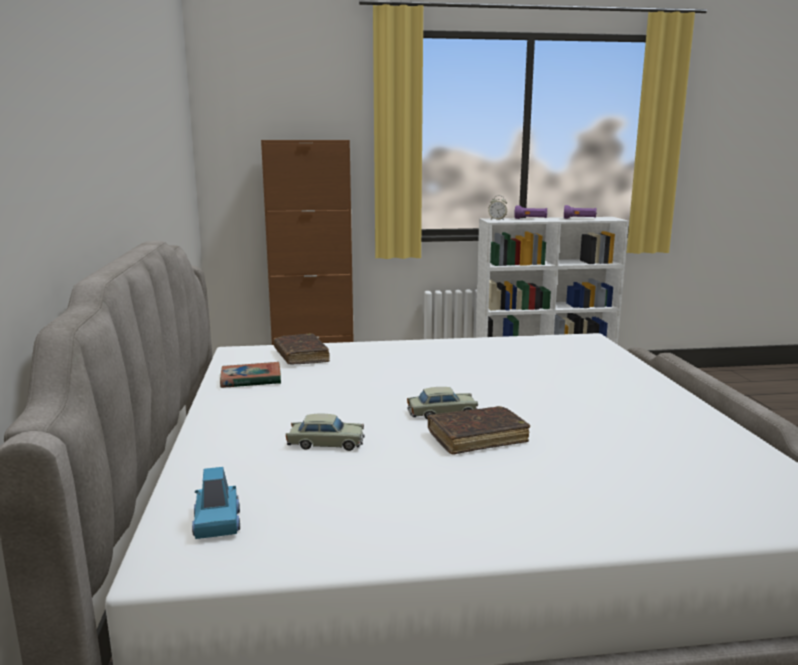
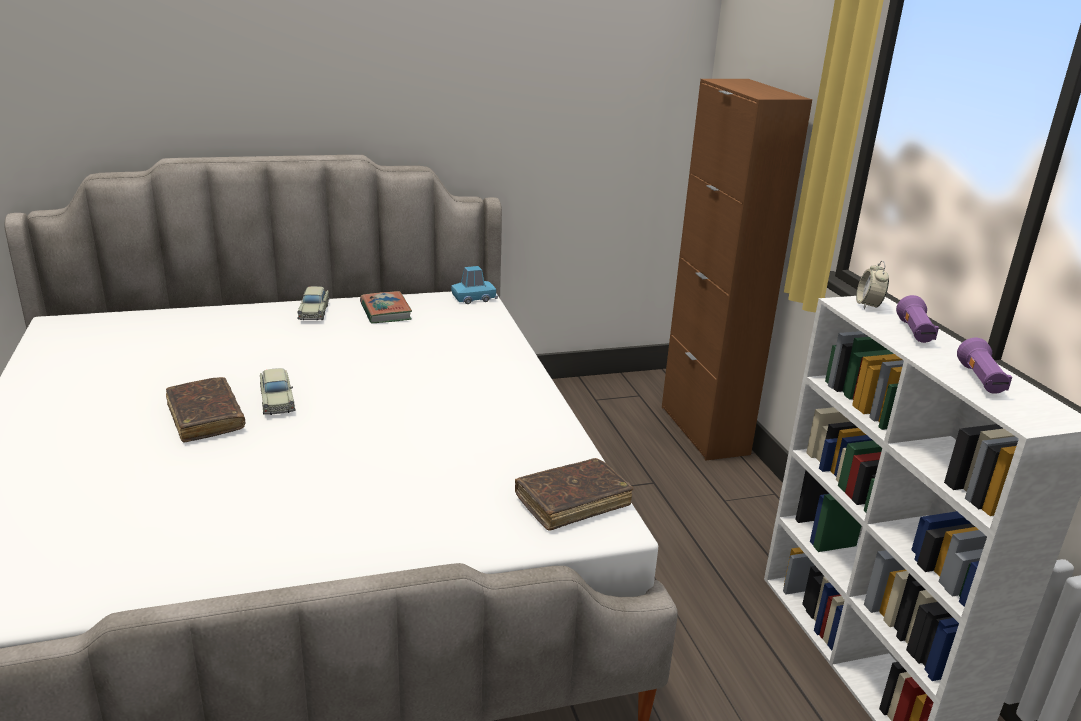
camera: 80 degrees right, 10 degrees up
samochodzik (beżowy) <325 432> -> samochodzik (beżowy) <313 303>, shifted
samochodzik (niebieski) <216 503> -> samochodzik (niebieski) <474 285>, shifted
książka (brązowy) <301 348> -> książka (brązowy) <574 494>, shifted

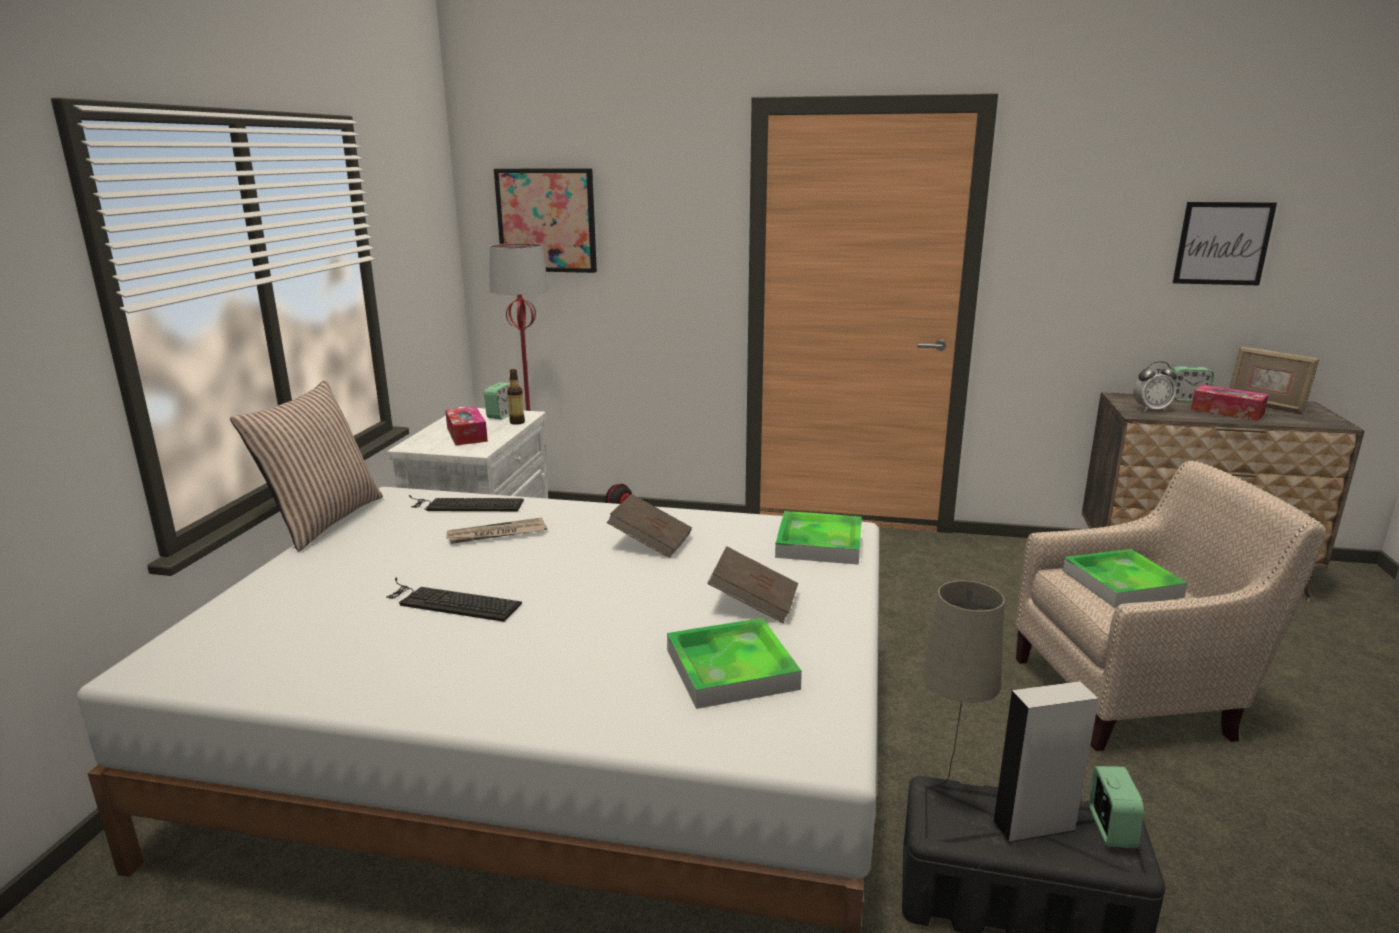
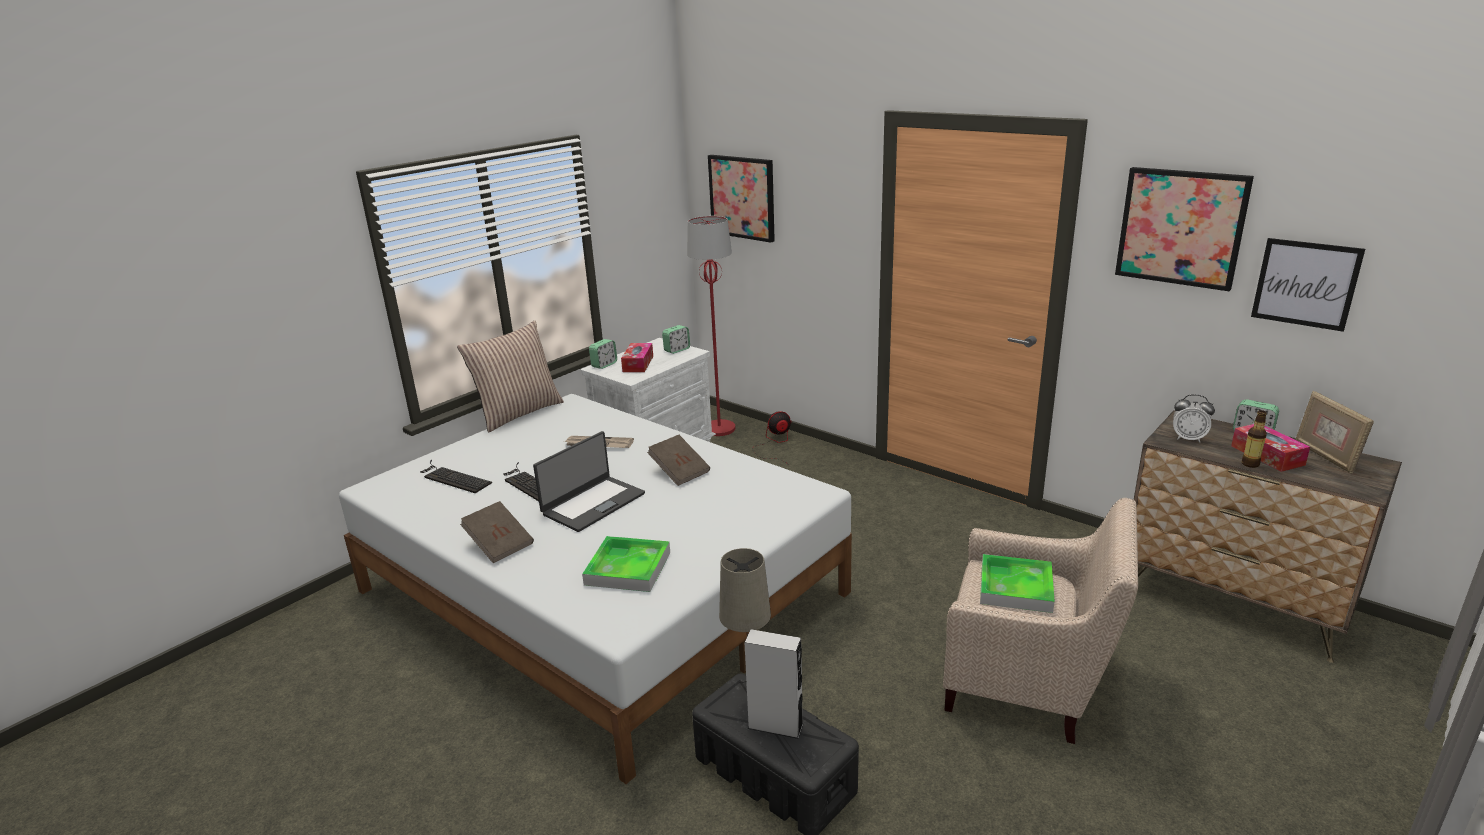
camera: 30 degrees right, 5 degrees up
klawiatura <466 503> -> klawiatura <456 476>, shifted
książka (brązowy) <752 584> -> książka (brązowy) <497 532>, shifted
none -> laptop <589 481>
budzik <1116 807> -> budzik <603 354>, shifted
none -> obraz <1184 229>
butelka <516 397> -> butelka <1254 439>, shifted
taca <818 538> -> none

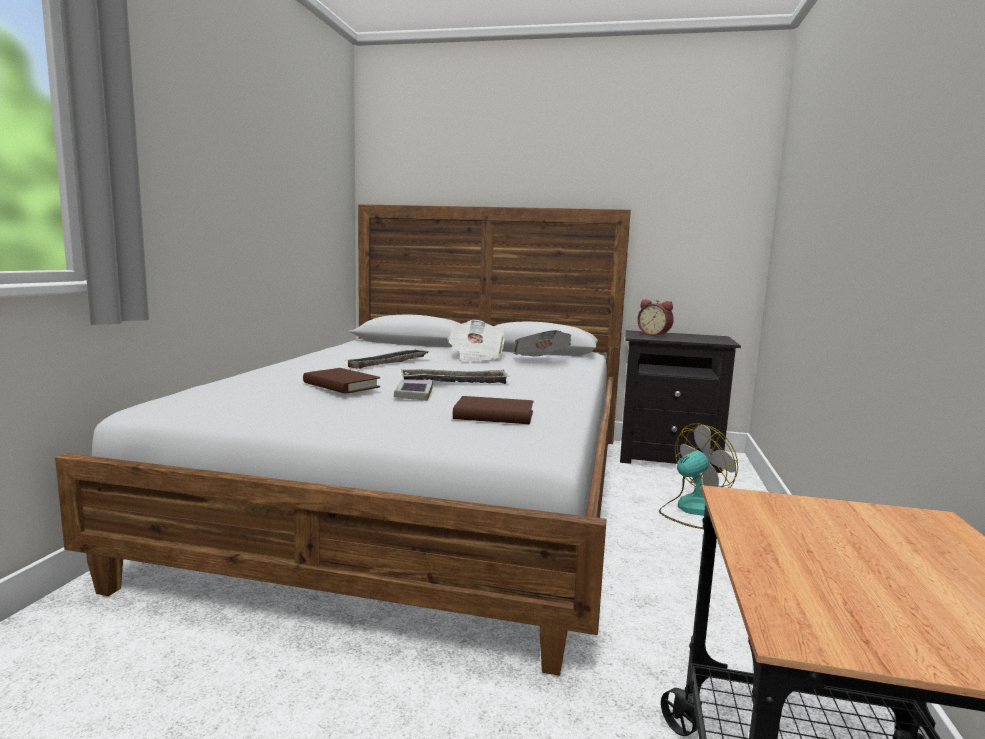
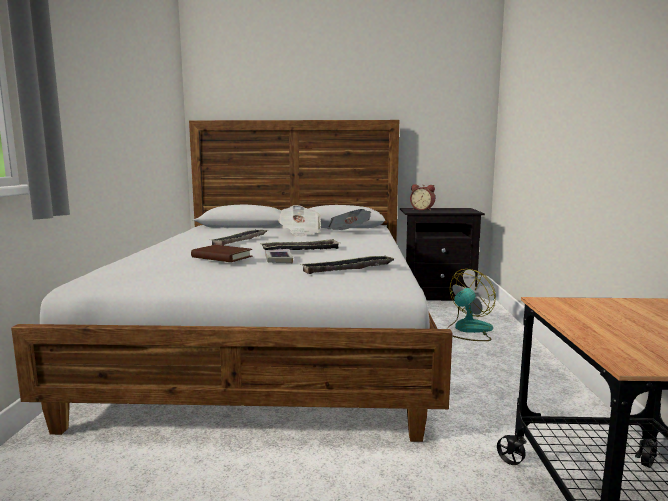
camera: 10 degrees left, 0 degrees up
książka (brązowy) <493 410> -> taca <348 264>

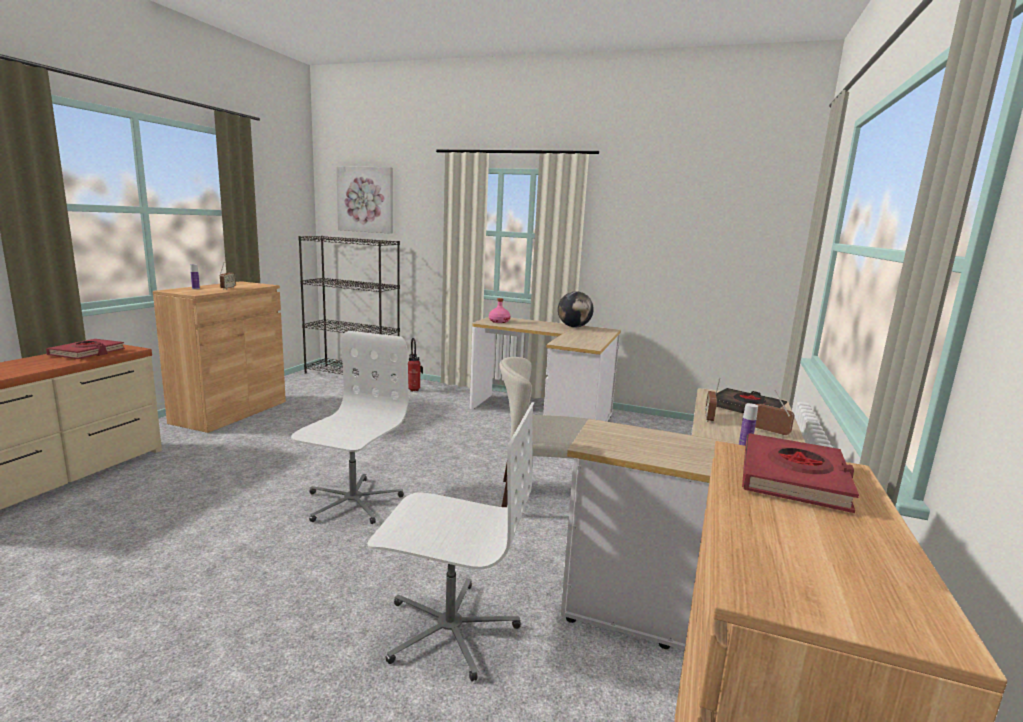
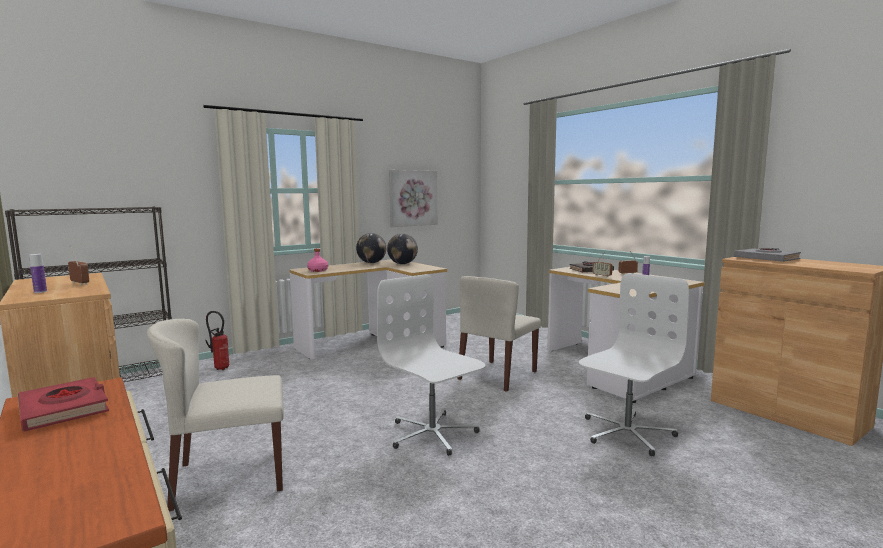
camera: 55 degrees left, 5 degrees down
none -> krzesło (beżowy) <215 415>
none -> globus <402 249>
obraz <364 200> -> obraz <413 198>, shifted
książka (czerwony) <800 473> -> książka (szary) <767 255>

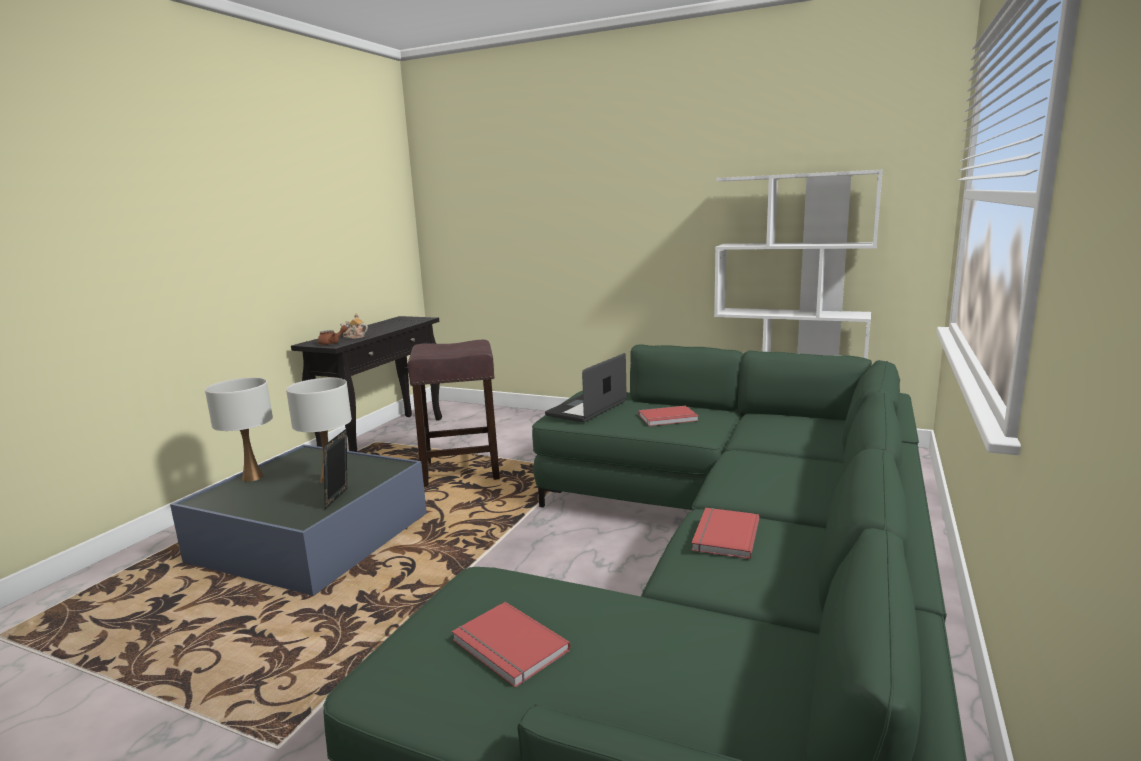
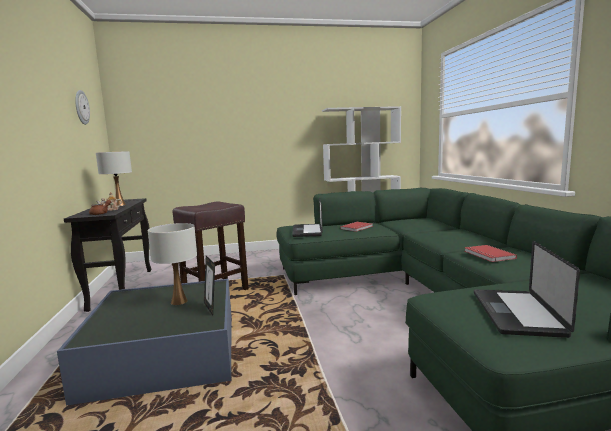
camera: 35 degrees left, 5 degrees down
none -> zegar ścienny <82 107>
lampa stołowa (biały) <239 430> -> lampa stołowa (biały) <114 178>, shifted
książka (czerwony) <511 644> -> laptop <527 289>

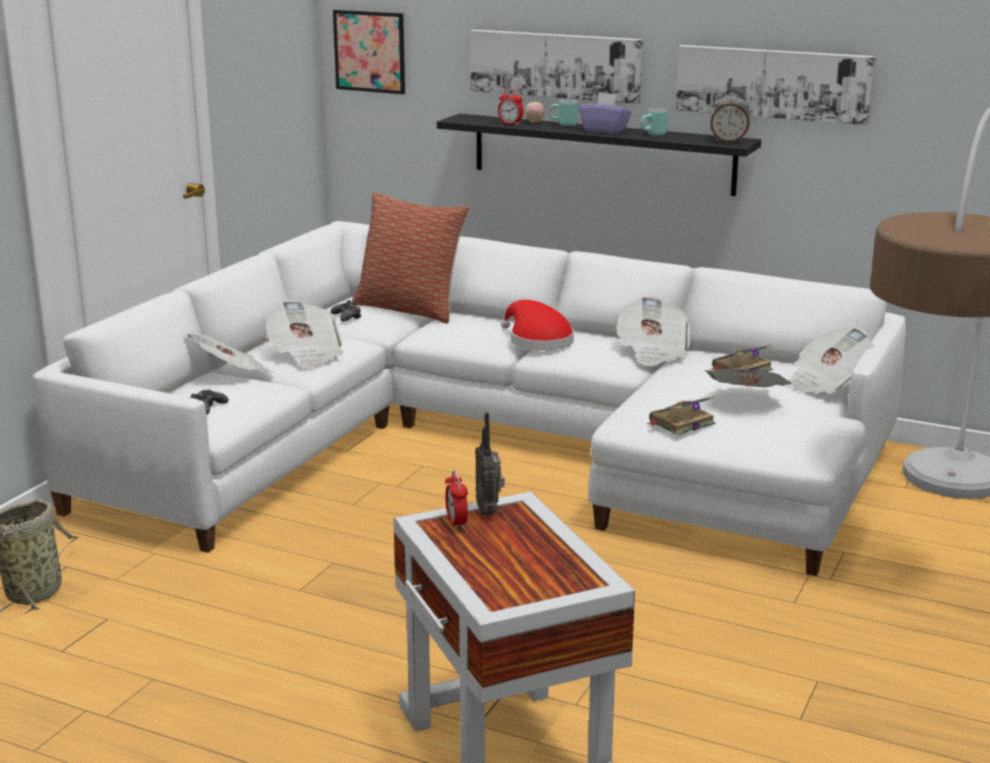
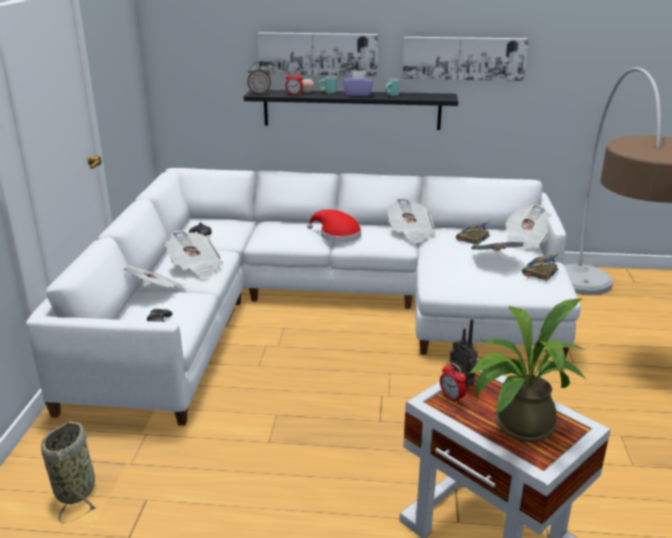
camera: 20 degrees left, 5 degrees up
budzik <730 117> -> budzik <259 78>, shifted
none -> roślina doniczkowa <527 370>
książka <681 415> -> książka <540 267>, shifted
obraz <369 52> -> none
poduszka <410 257> -> none

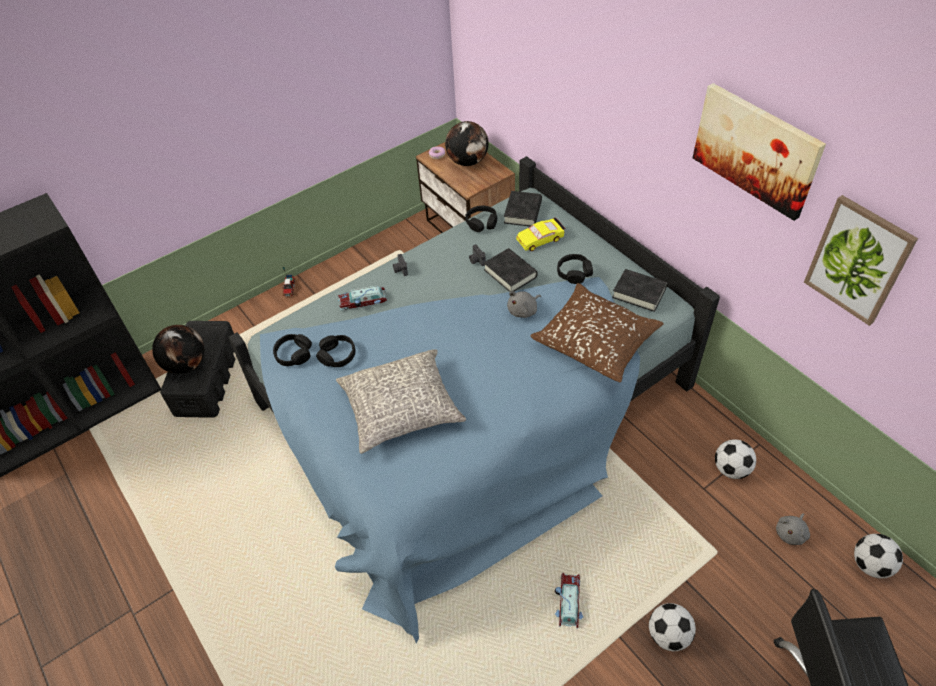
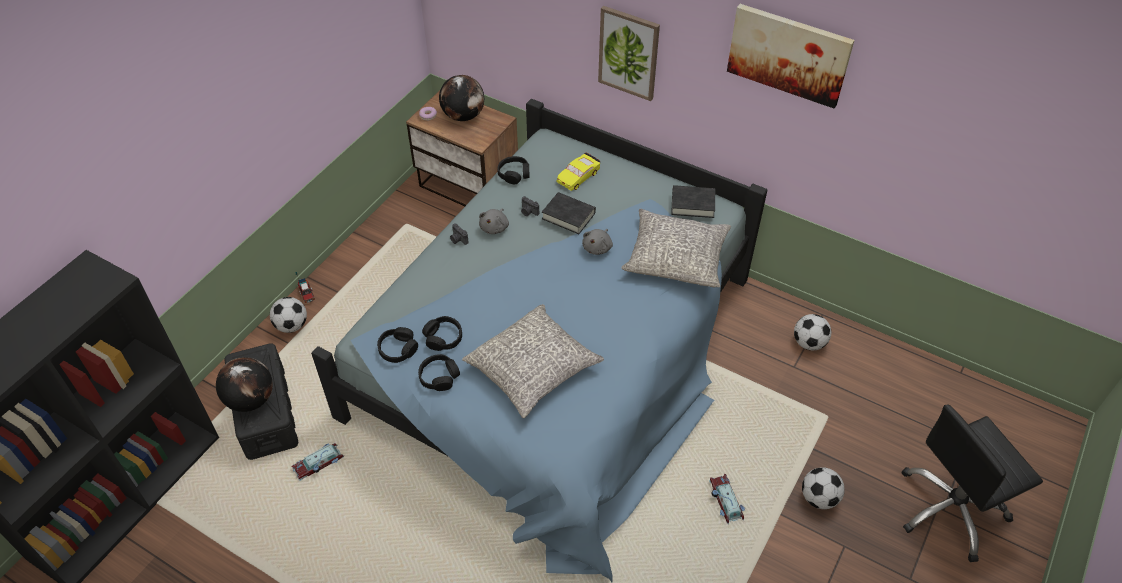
camera: 25 degrees left, 0 degrees up
piłka futbolowa <878 556> -> piłka futbolowa <288 315>, shifted
samochodzik <363 297> -> samochodzik <317 462>, shifted
słuchawki (czarny) <575 269> -> słuchawki (czarny) <439 372>, shifted
pluszak (szary) <793 529> -> pluszak (szary) <494 221>, shifted
obraz <861 260> -> obraz <629 53>, shifted
poduszka (brązowy) <597 332> -> poduszka (szary) <676 248>
książka (czarny) <523 209> -> none

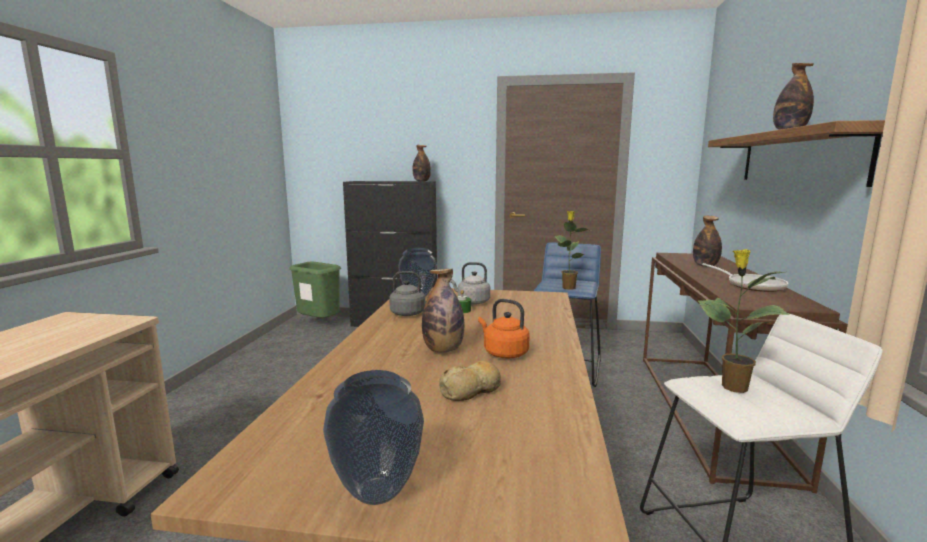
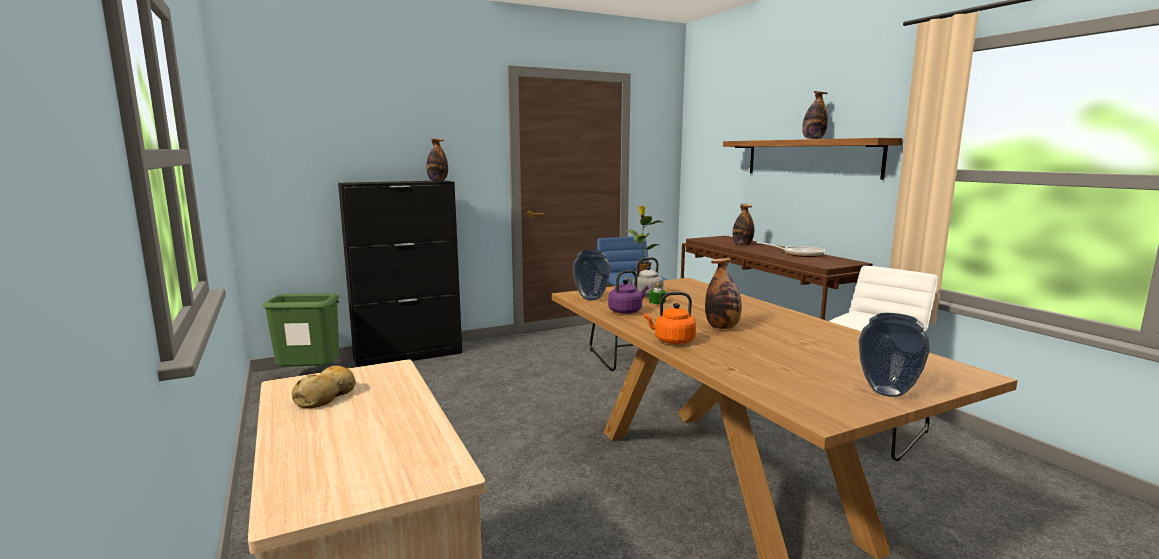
camera: 35 degrees left, 0 degrees up
chleb <470 380> -> chleb <324 387>, shifted
czajnik (szary) <409 293> -> czajnik (fioletowy) <628 292>
czajnik (pomarańczowy) <504 329> -> czajnik (pomarańczowy) <670 318>, shifted
roślina doniczkowa <744 321> -> none

